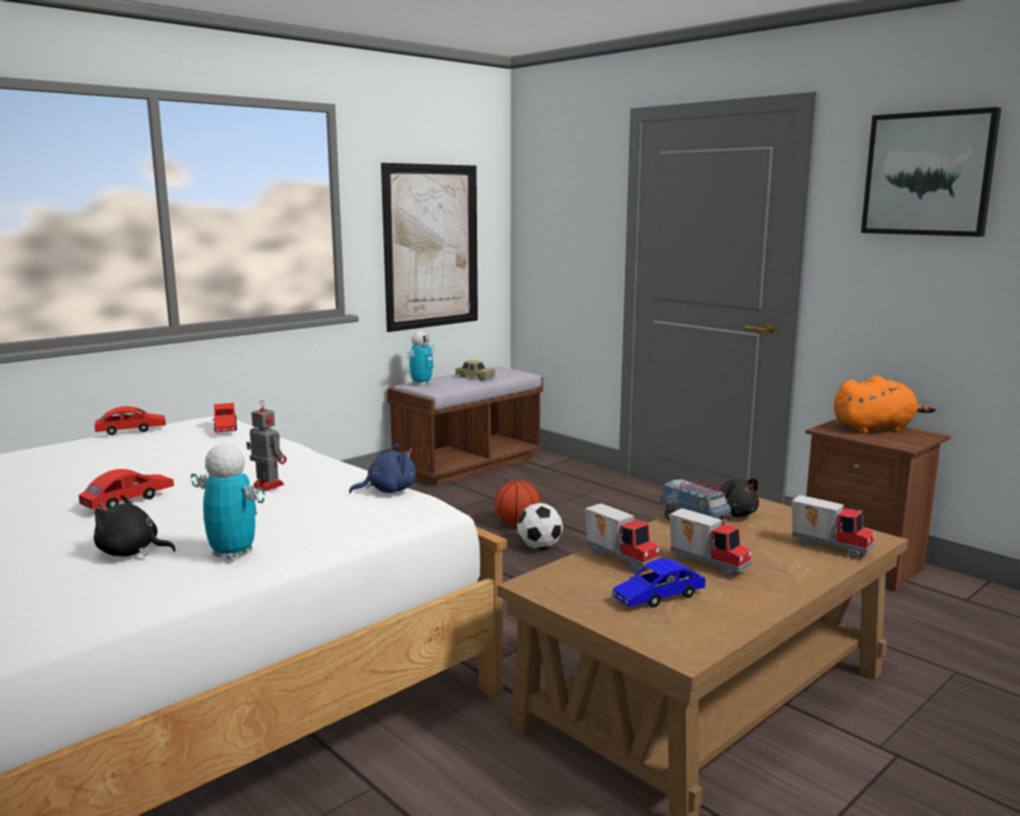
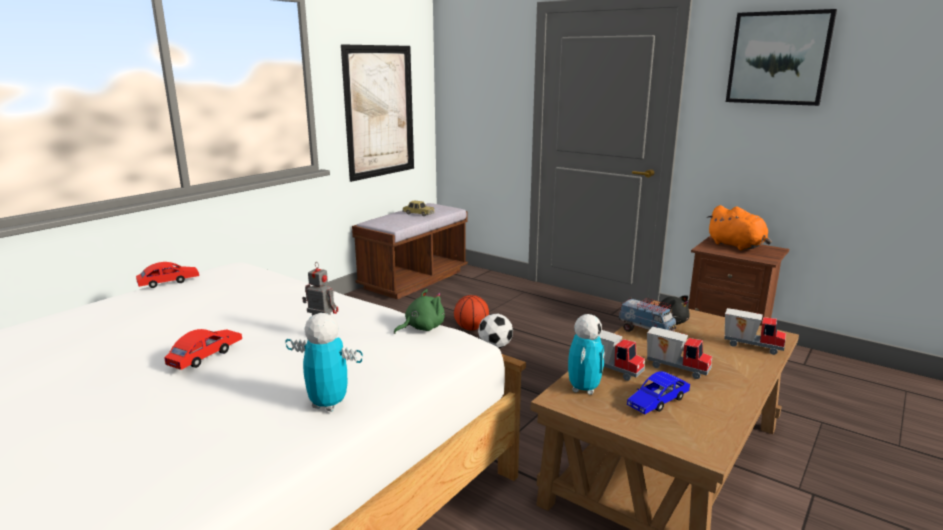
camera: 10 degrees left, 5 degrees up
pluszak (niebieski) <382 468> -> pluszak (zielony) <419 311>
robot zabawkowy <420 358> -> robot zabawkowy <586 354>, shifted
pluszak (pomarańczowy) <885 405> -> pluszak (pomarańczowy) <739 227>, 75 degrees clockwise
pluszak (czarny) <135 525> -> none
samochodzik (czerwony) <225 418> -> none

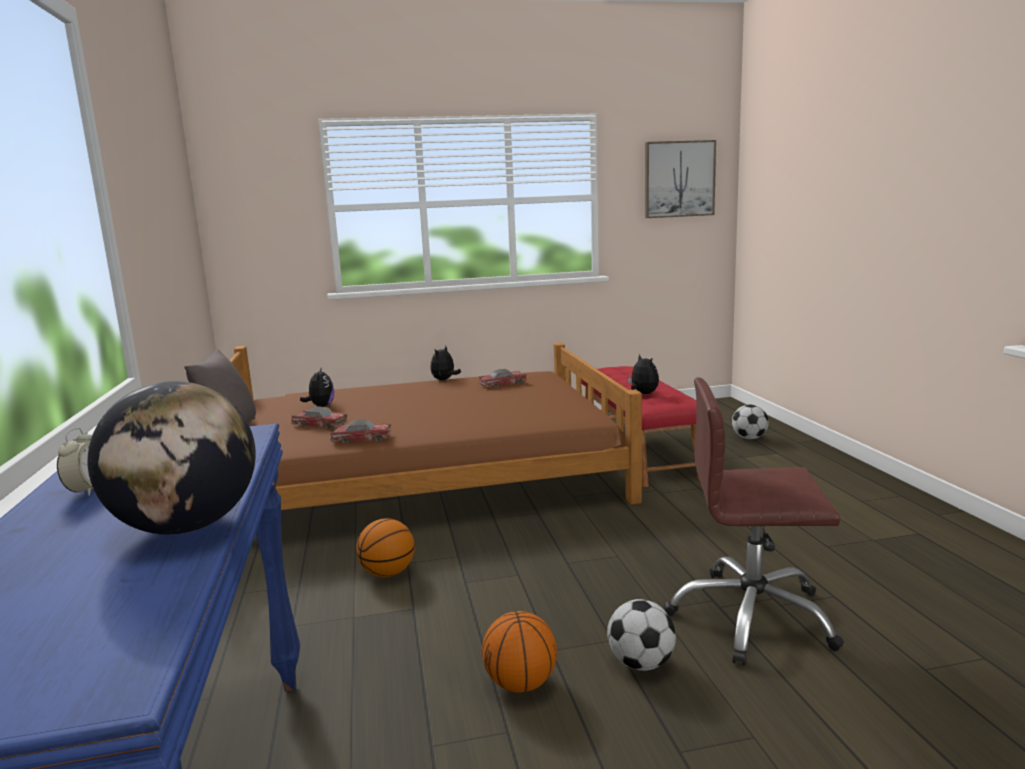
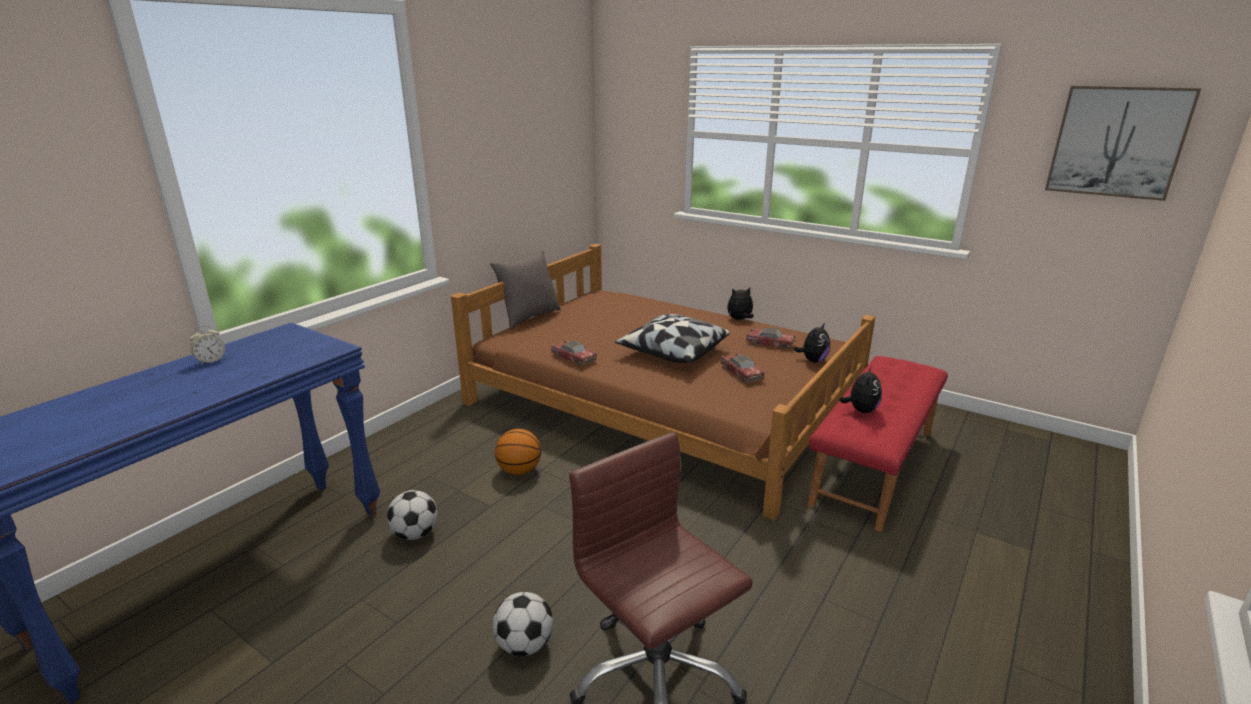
camera: 45 degrees right, 10 degrees up
piłka futbolowa <750 422> -> piłka futbolowa <412 515>, shifted
none -> poduszka <672 338>
samochodzik <319 418> -> samochodzik <742 368>, shifted
pluszak <317 387> -> pluszak <812 342>, shifted
globus <171 457> -> none
piłka do koszykówki <519 652> -> none

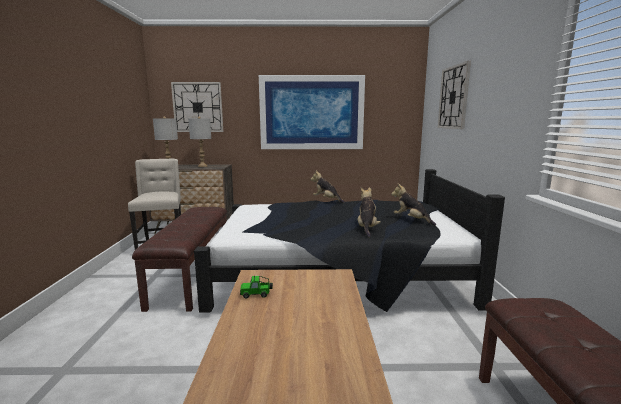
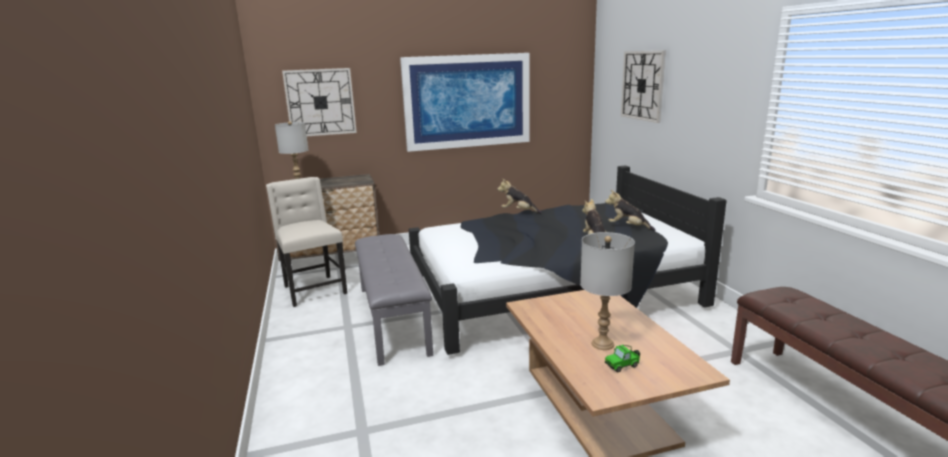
camera: 15 degrees left, 5 degrees up
ławka (brązowy) <179 259> -> ławka (szary) <394 300>
lampa stołowa (szary) <199 142> -> lampa stołowa (szary) <607 291>, shifted
samochodzik <256 287> -> samochodzik <622 358>, shifted

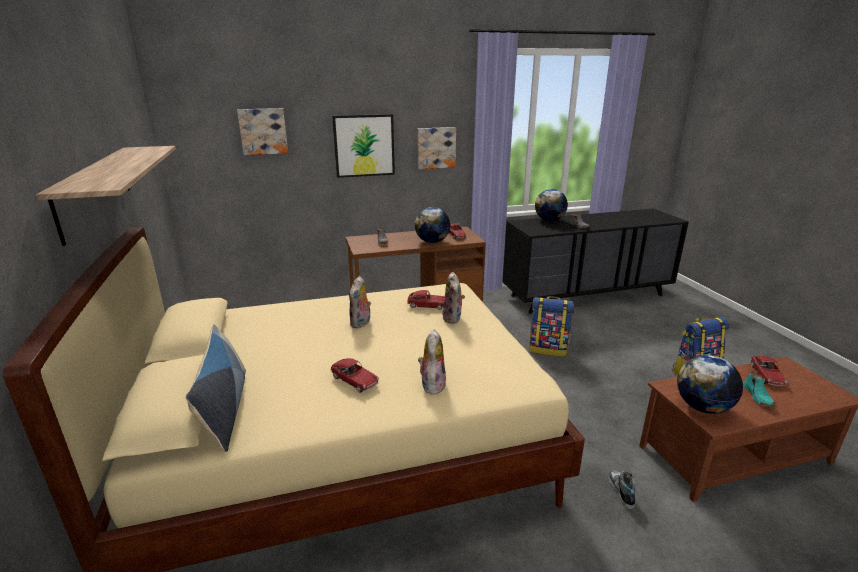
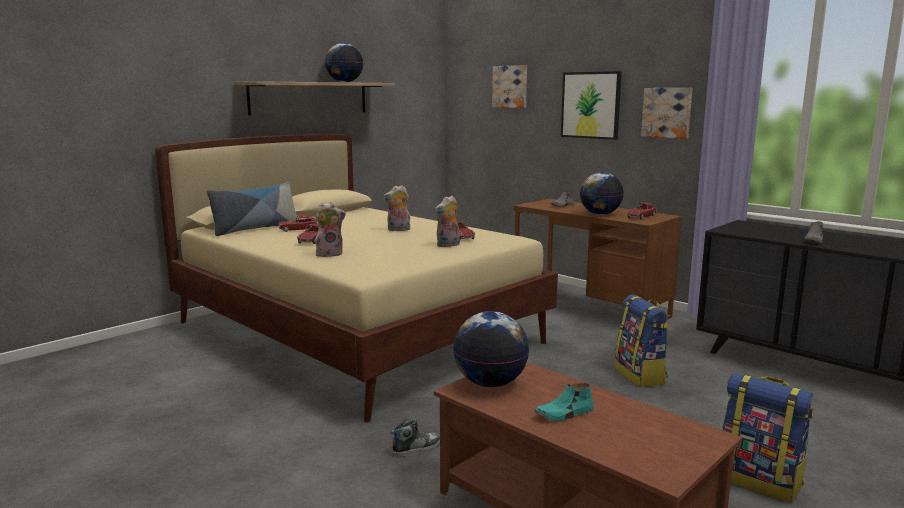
camera: 60 degrees right, 10 degrees down
samochodzik <768 371> -> samochodzik <298 223>, shifted
globus <551 205> -> globus <344 62>, shifted

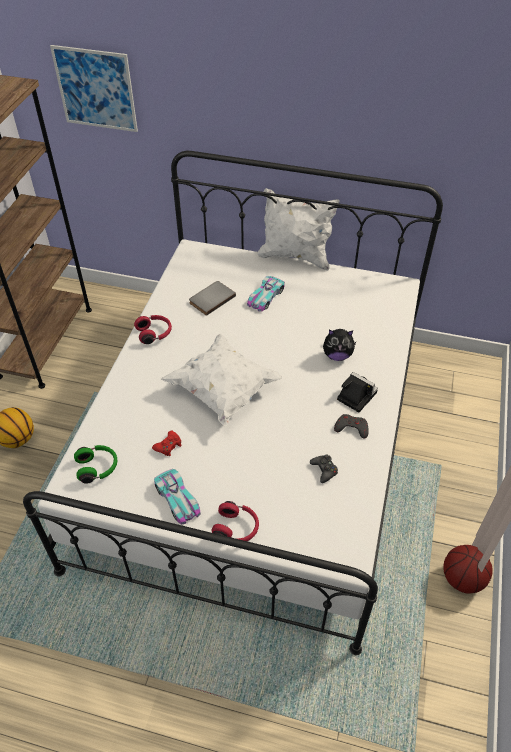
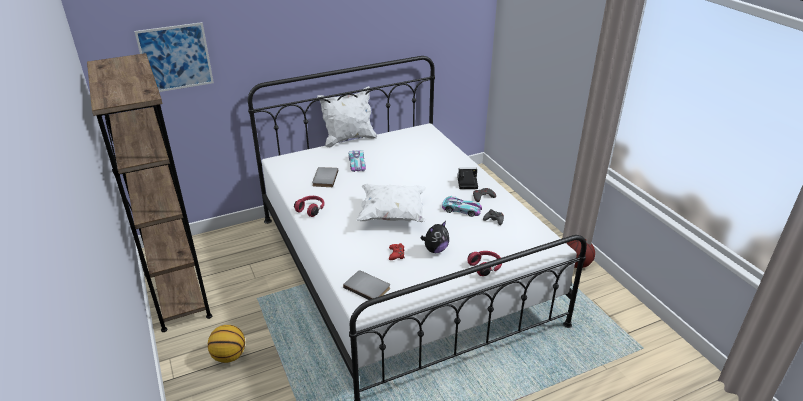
camera: 40 degrees left, 15 degrees down
słuchawki (zielony) <95 464> -> książka (szary) <366 285>
pluszak <340 345> -> pluszak <434 237>, shifted
samochodzik <177 497> -> samochodzik <462 206>, shifted

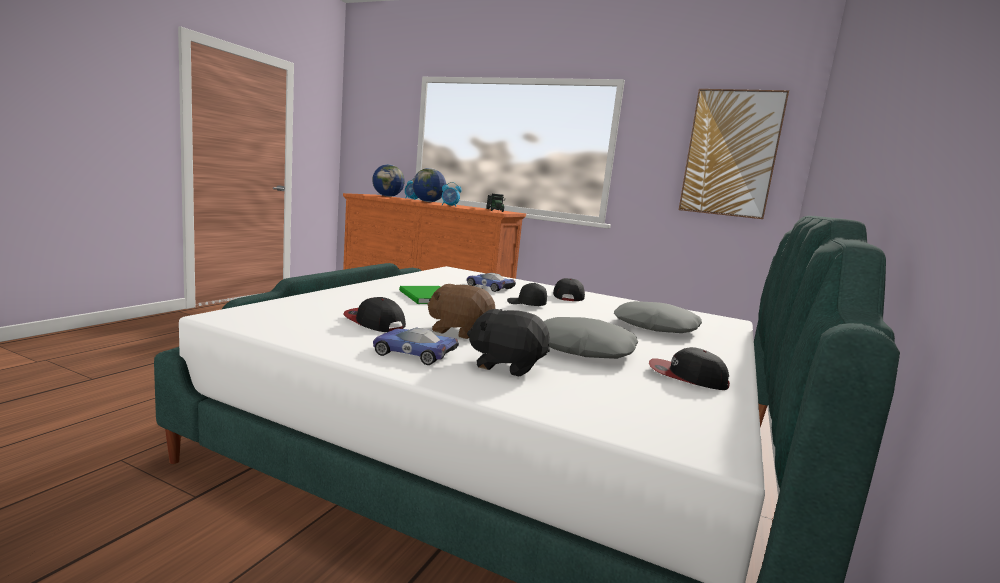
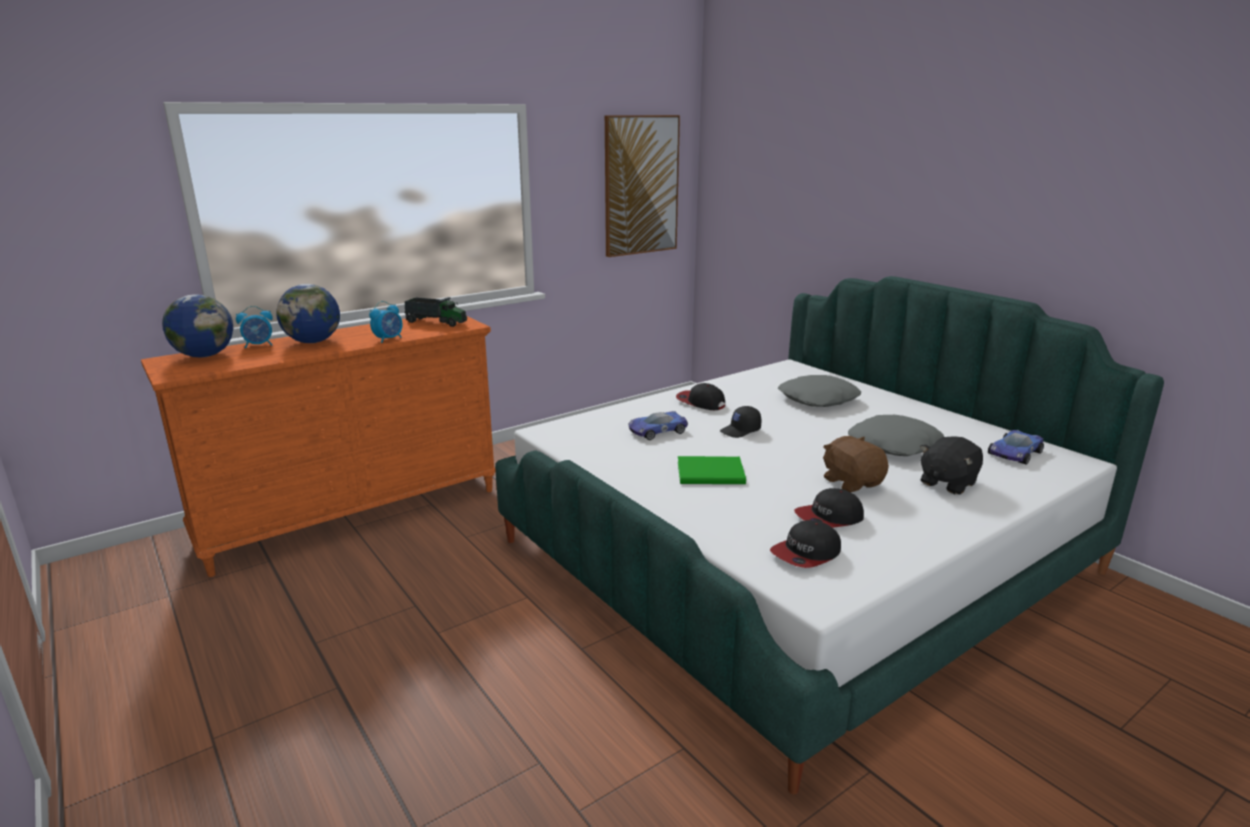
camera: 60 degrees left, 10 degrees up
czapka z daszkiem <689 368> -> czapka z daszkiem <805 544>, shifted
pluszak (brązowy) <462 311> -> pluszak (brązowy) <856 464>, 105 degrees clockwise
samochodzik <416 346> -> samochodzik <1016 447>, shifted

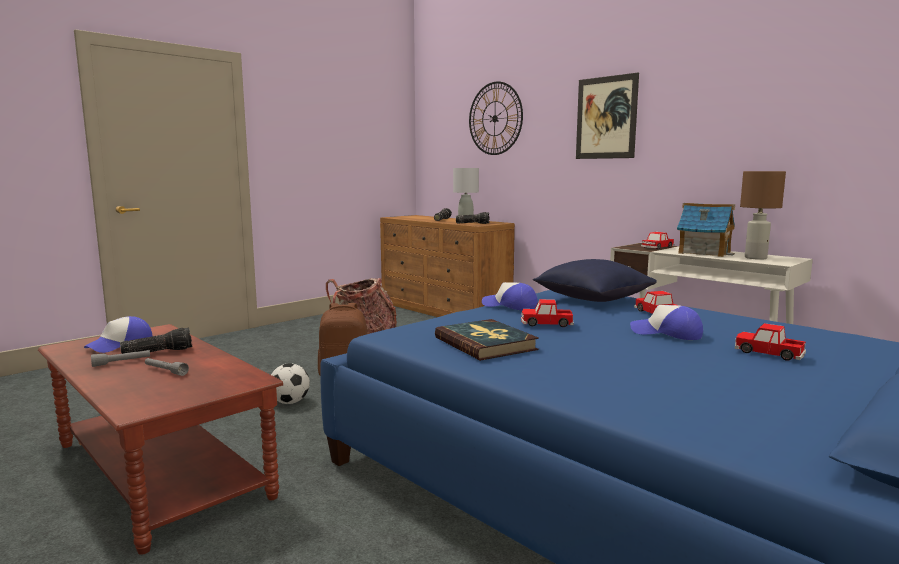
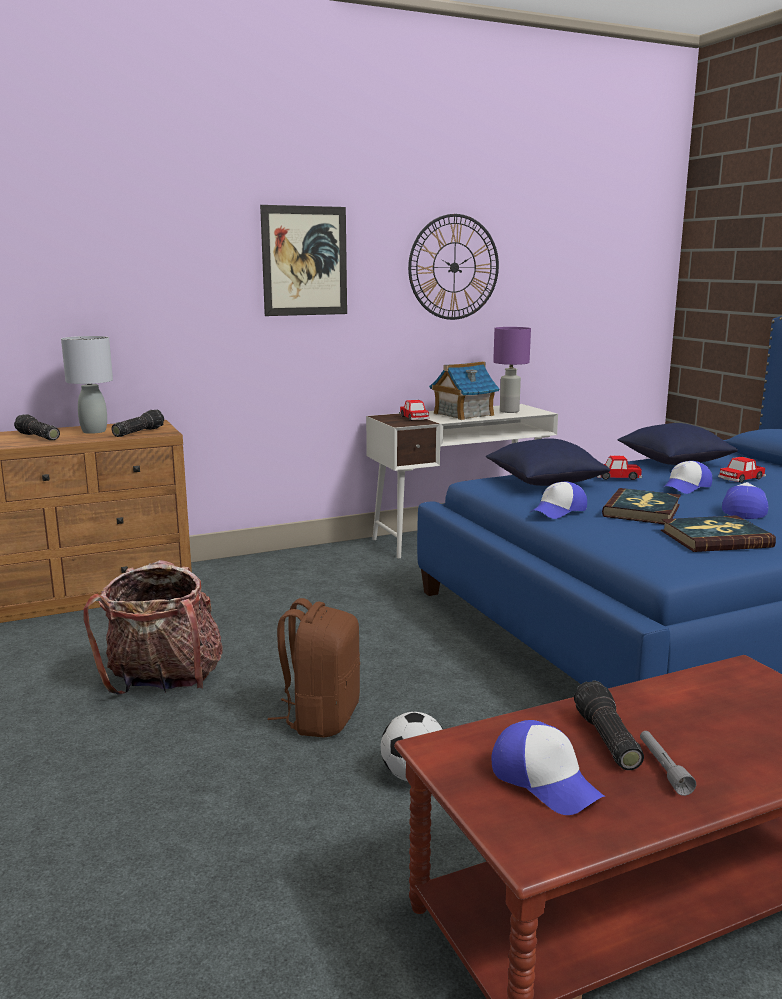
camera: 70 degrees left, 5 degrees up
zegar ścienny <496 118> -> zegar ścienny <453 267>, shifted
lampa stołowa (brązowy) <763 215> -> lampa stołowa (fioletowy) <512 370>
samochodzik <547 313> -> książka <641 506>
none -> poduszka (niebieski) <678 444>
none -> czapka z daszkiem <745 500>
latarka (szary) <167 367> -> none

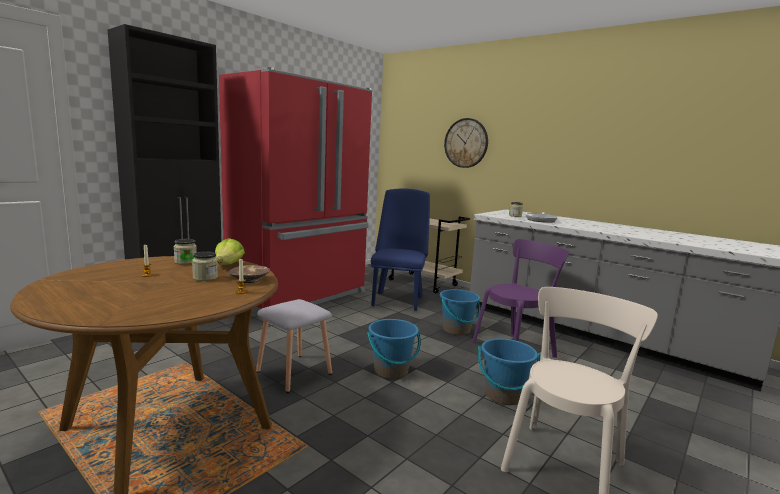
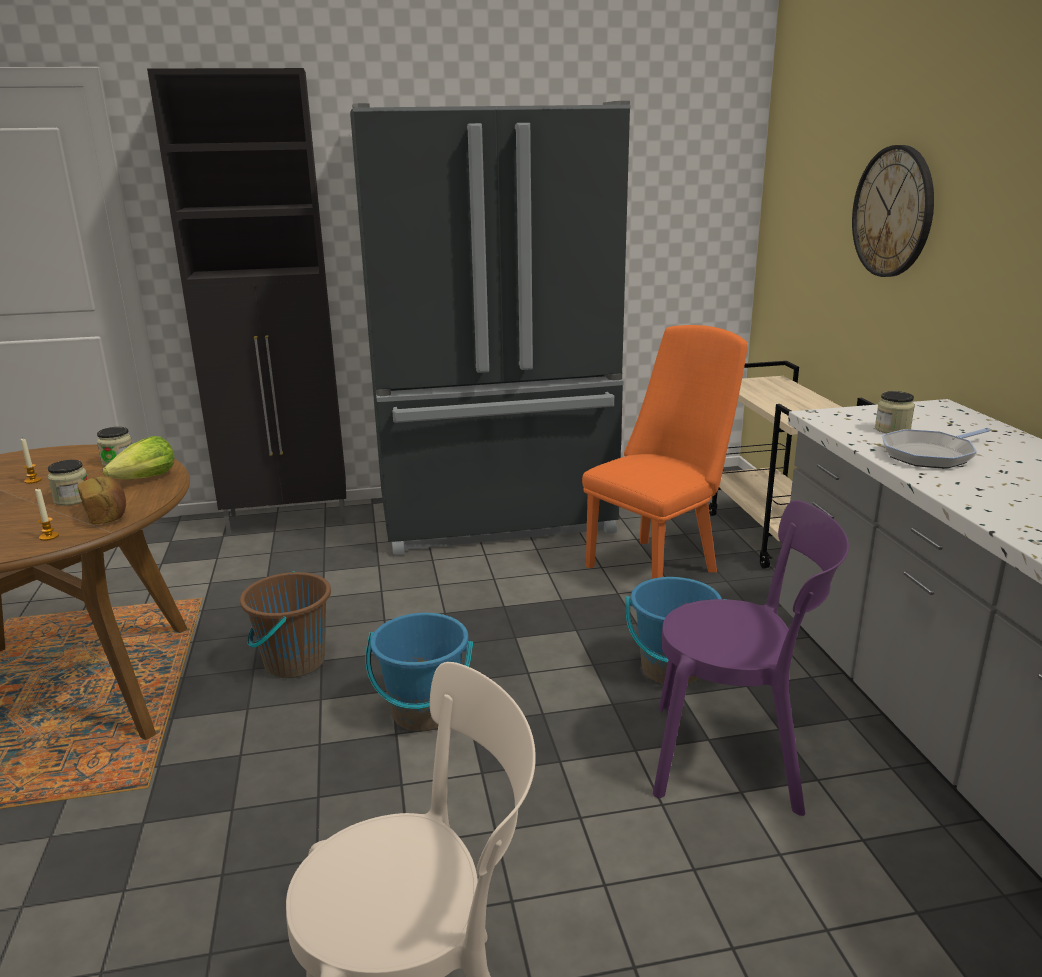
camera: 40 degrees right, 10 degrees up
miska (brązowy) <249 274> -> chleb <101 500>
stołek (szary) <294 346> -> wiadro (brązowy) <285 624>
lodówka (czerwony) <296 189> -> lodówka (czarny) <490 328>
krzesło (niebieski) <400 249> -> krzesło (pomarańczowy) <665 452>
wiadro (niebieski) <509 371> -> none

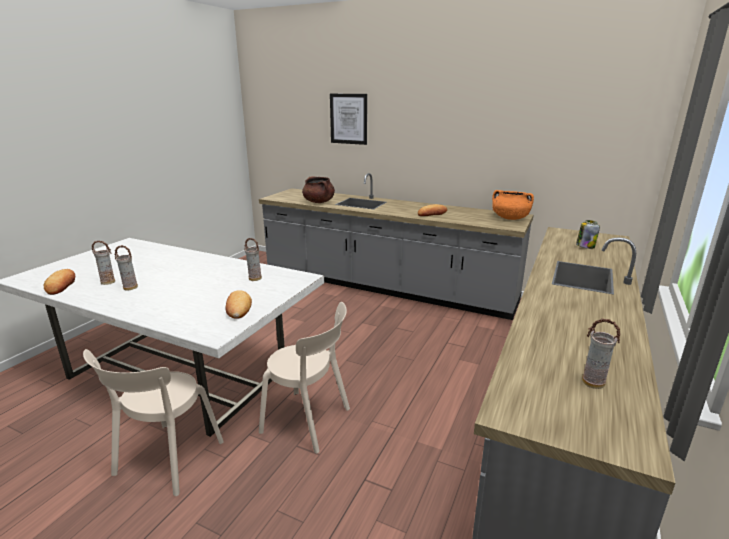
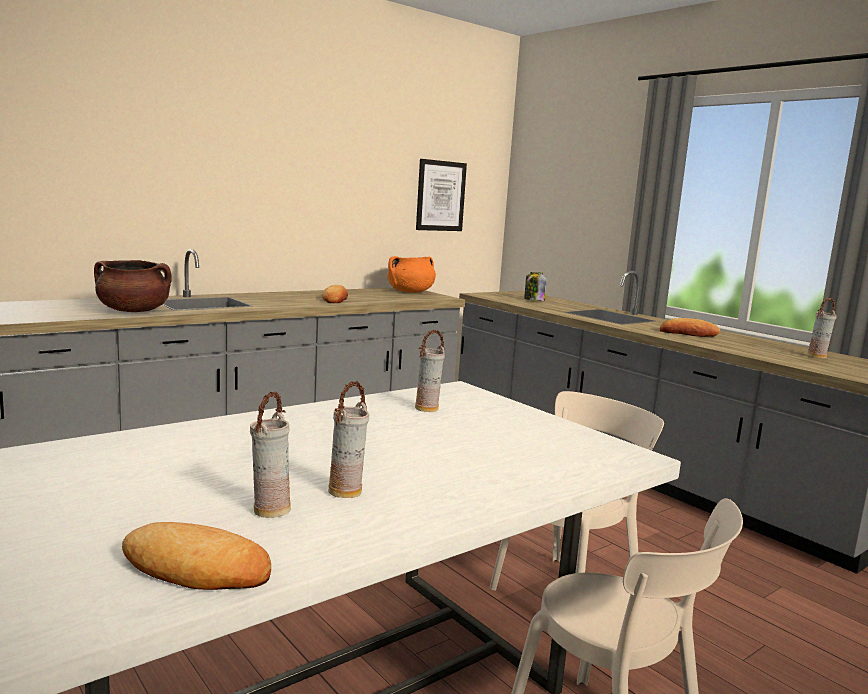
camera: 65 degrees left, 10 degrees down
obraz <348 119> -> obraz <441 195>, shifted
chleb <239 304> -> chleb <690 327>, shifted

